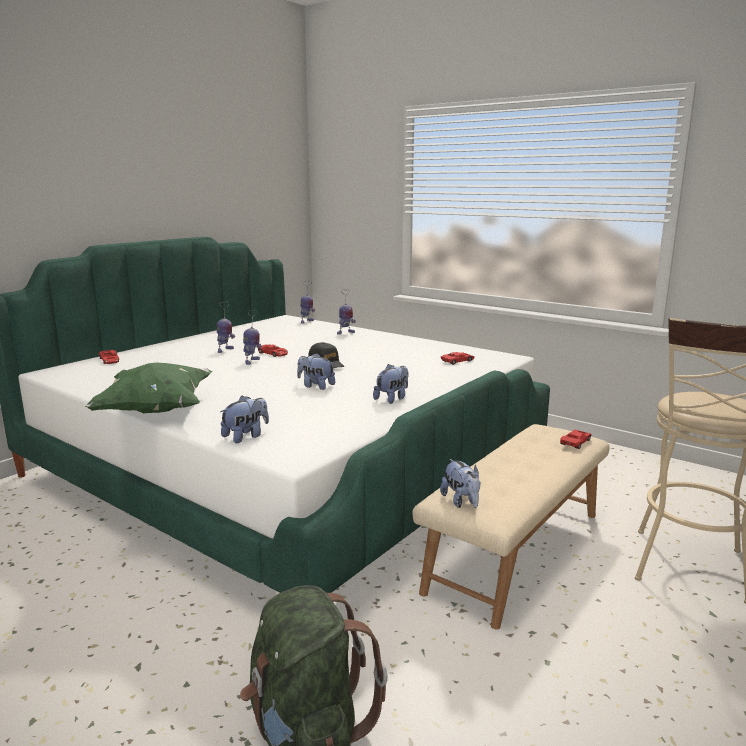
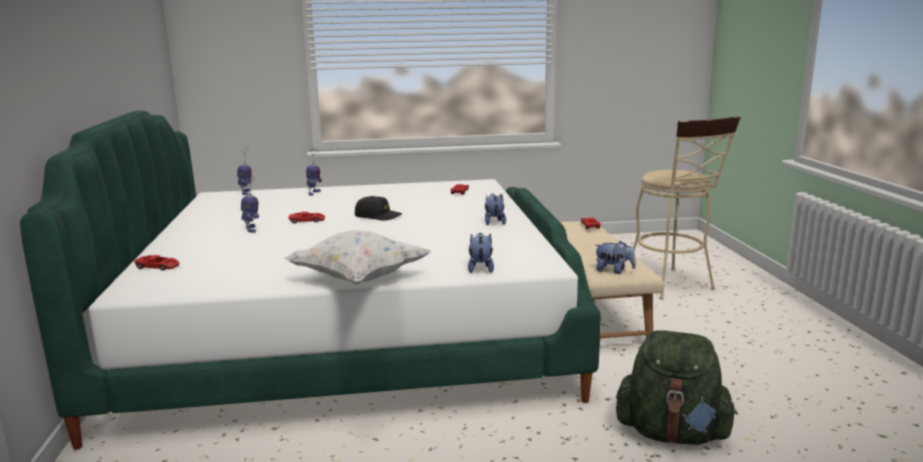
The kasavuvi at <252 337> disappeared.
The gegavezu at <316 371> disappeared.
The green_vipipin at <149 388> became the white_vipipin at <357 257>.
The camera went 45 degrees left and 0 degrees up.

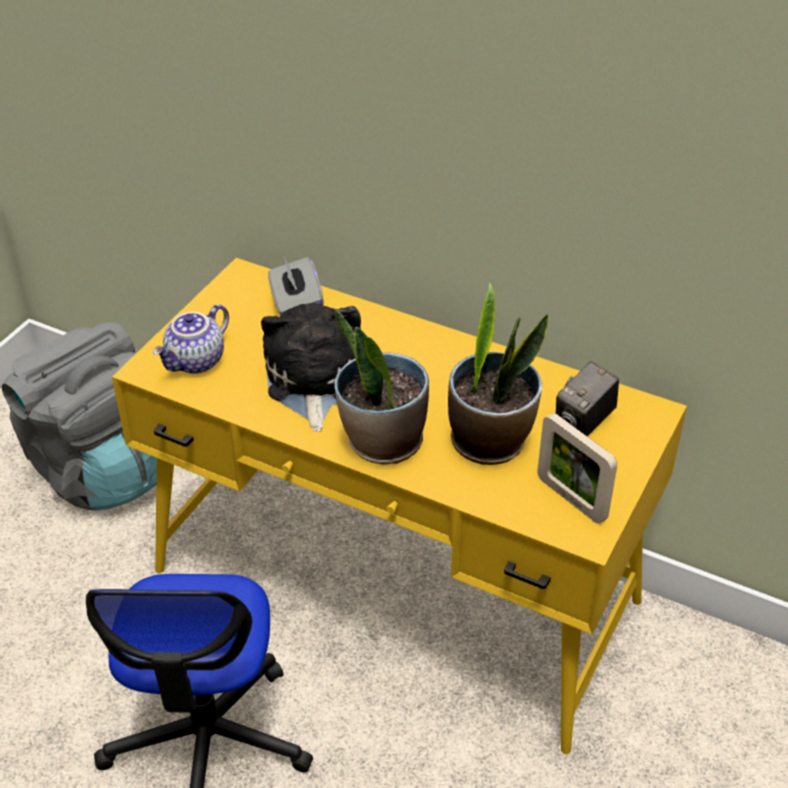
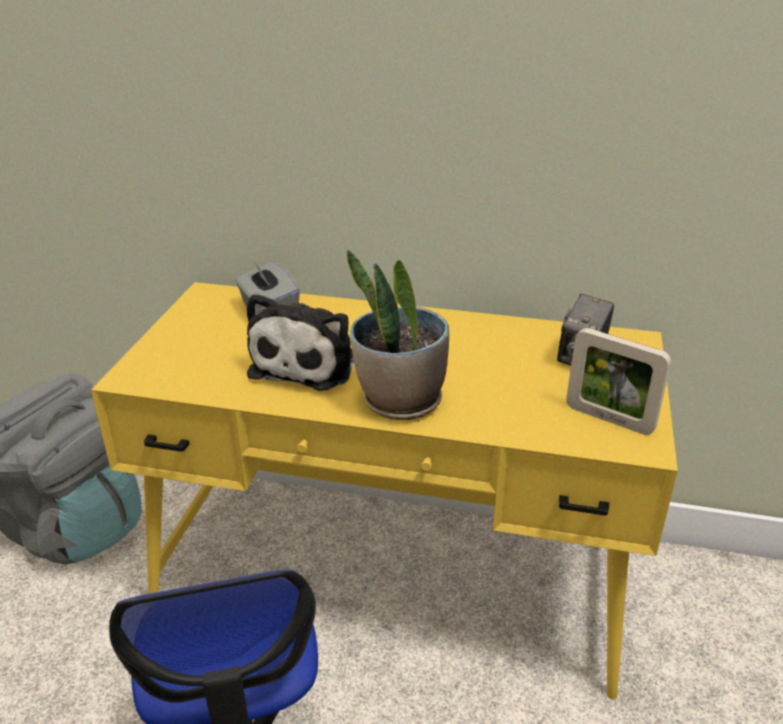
The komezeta at <191 339> disappeared.
The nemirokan at <498 373> disappeared.
The gegavezu at <311 367> turned 150 degrees counterclockwise.
The camera went 15 degrees left and 10 degrees down.

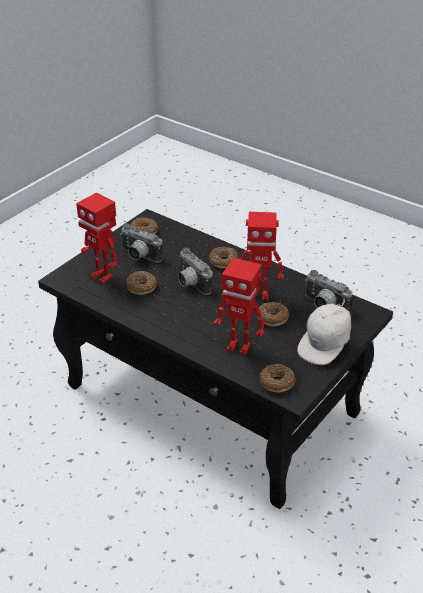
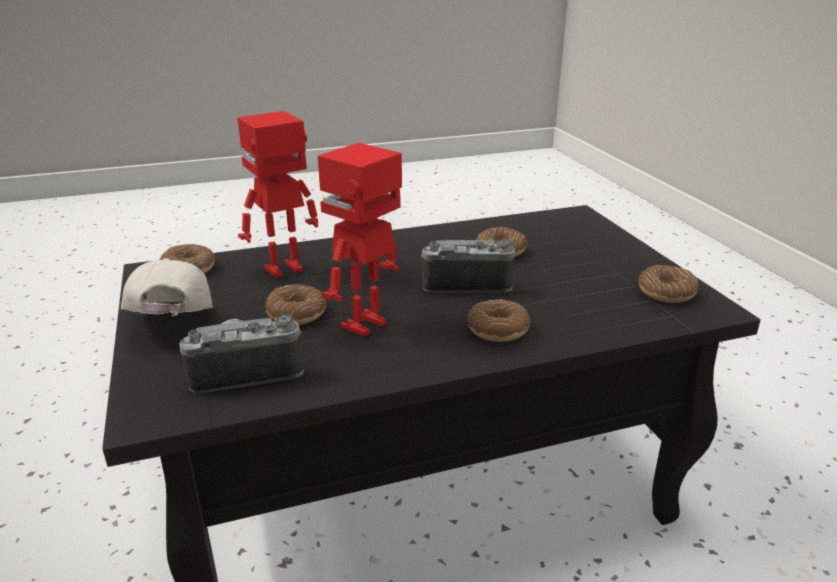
The kasavuvi at <97 238> disappeared.
The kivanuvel at <141 243> disappeared.
The camera went 125 degrees right and 10 degrees down.

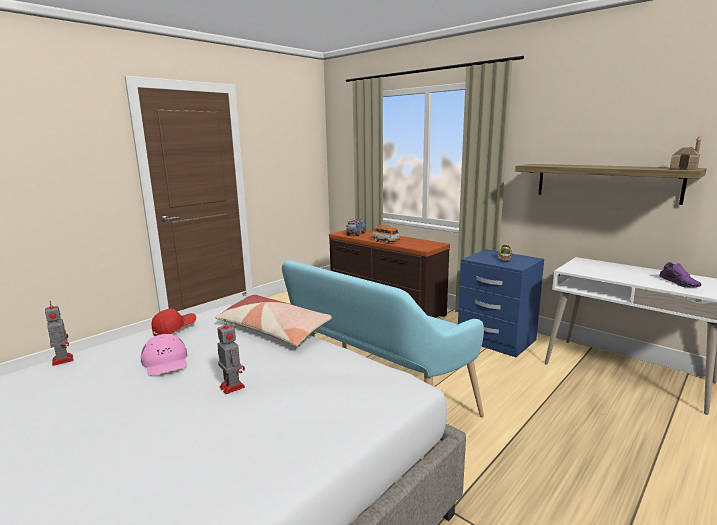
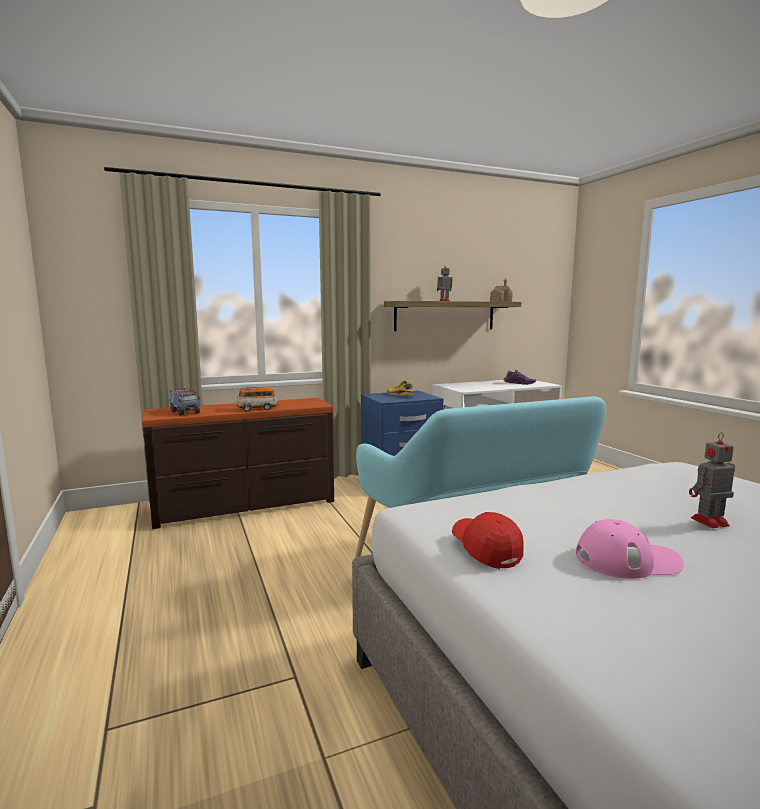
The vipipin at <273 320> disappeared.
The kasavuvi moved from <59 333> to <444 282>.
The camera went 65 degrees left and 5 degrees down.

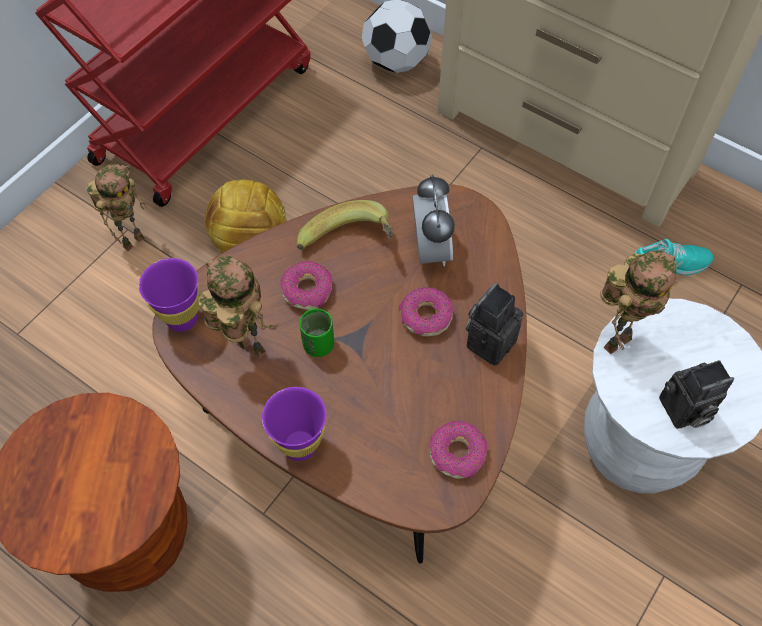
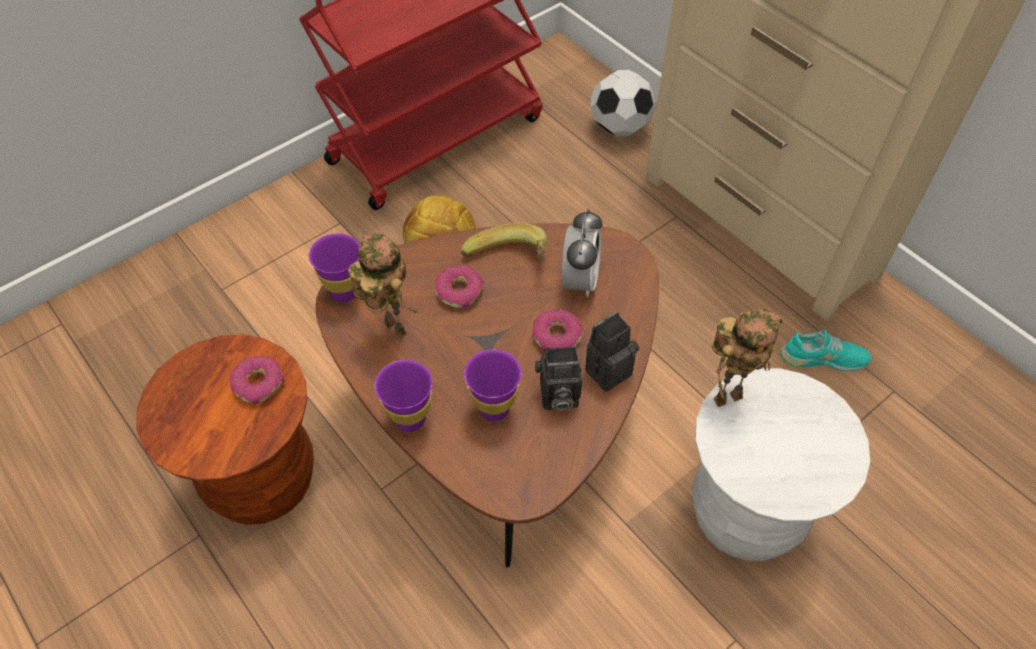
The kasavuvi at <116 207> disappeared.
The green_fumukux at <316 333> disappeared.
The purple_fumukux at <493 385> appeared.
The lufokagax moved from <459 450> to <257 380>.
The kivanuvel moved from <696 394> to <558 378>.
The camera went 15 degrees right and 5 degrees down.

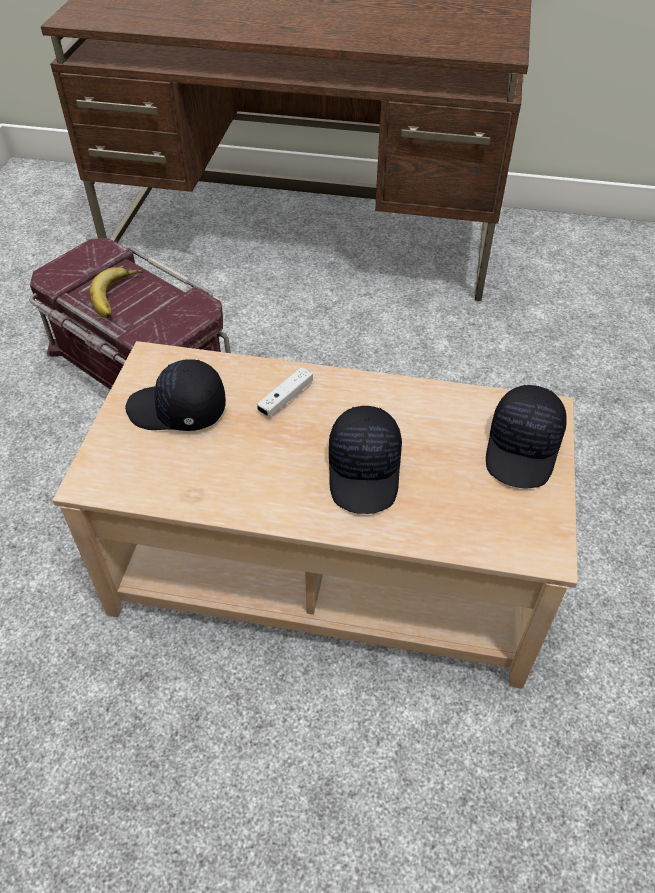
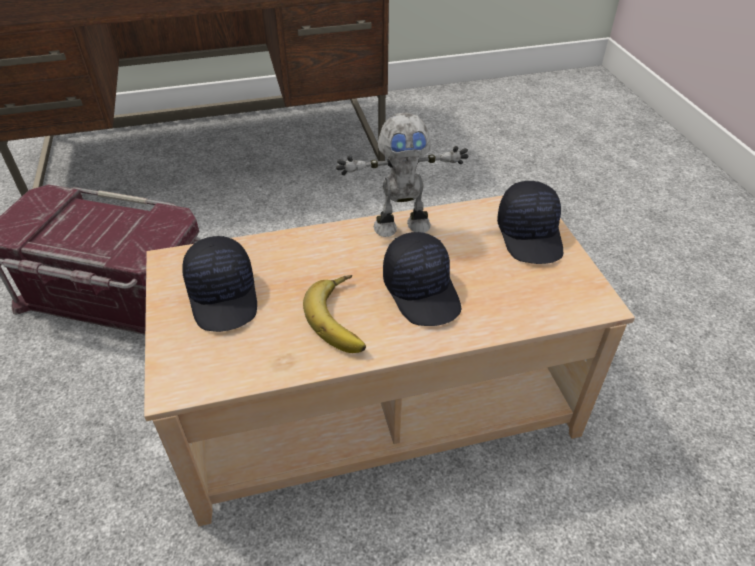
The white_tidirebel at <285 392> disappeared.
The kasavuvi at <402 175> appeared.
The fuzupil moved from <116 292> to <334 314>.
The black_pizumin at <175 395> turned 90 degrees counterclockwise.
The camera went 25 degrees left and 5 degrees down.

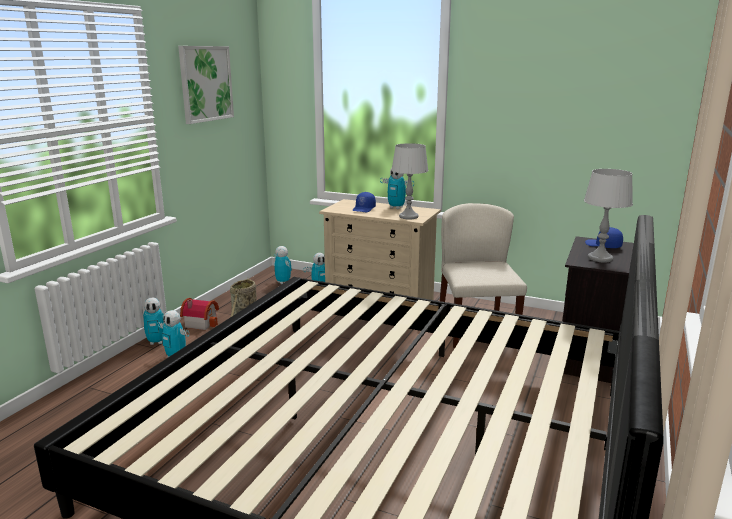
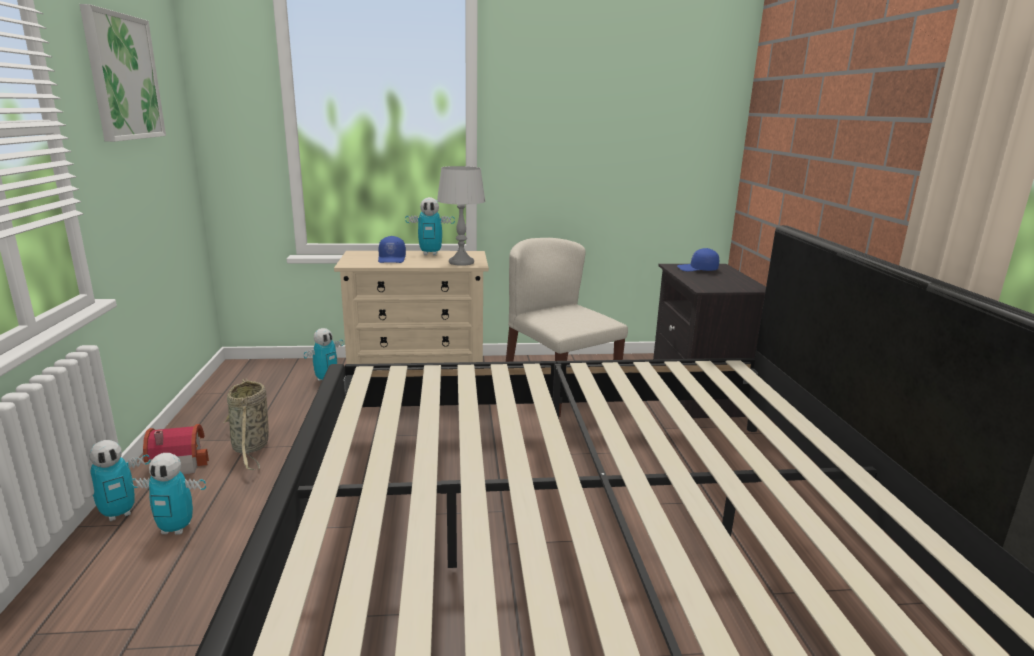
The kasavuvi at <283 265> disappeared.
The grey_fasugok at <608 215> disappeared.
The camera went 30 degrees left and 0 degrees up.

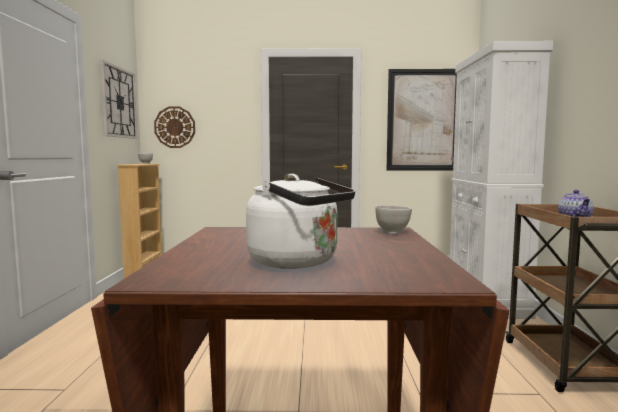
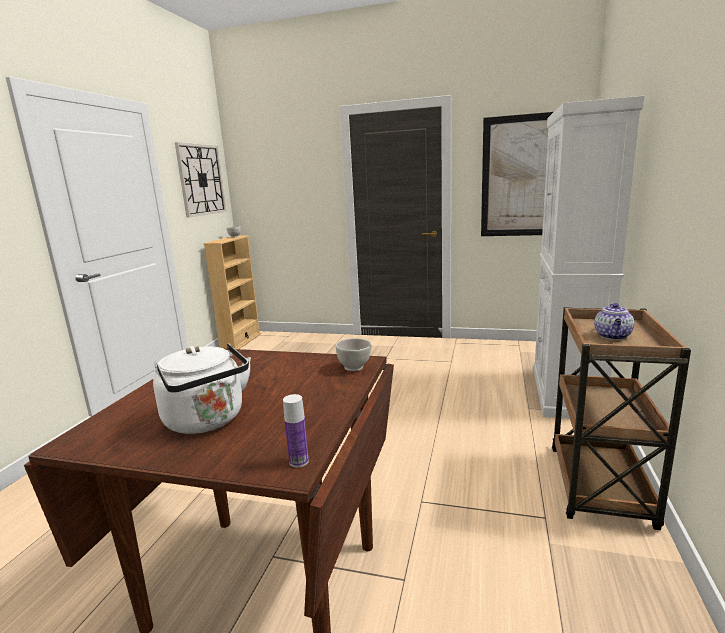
The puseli at <174 127> disappeared.
The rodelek at <296 431> appeared.
The camera went 15 degrees right and 10 degrees up.

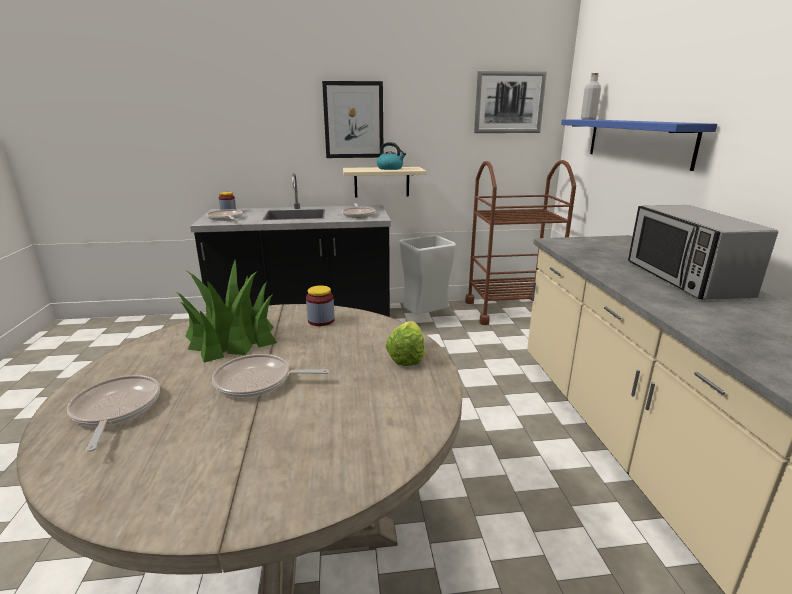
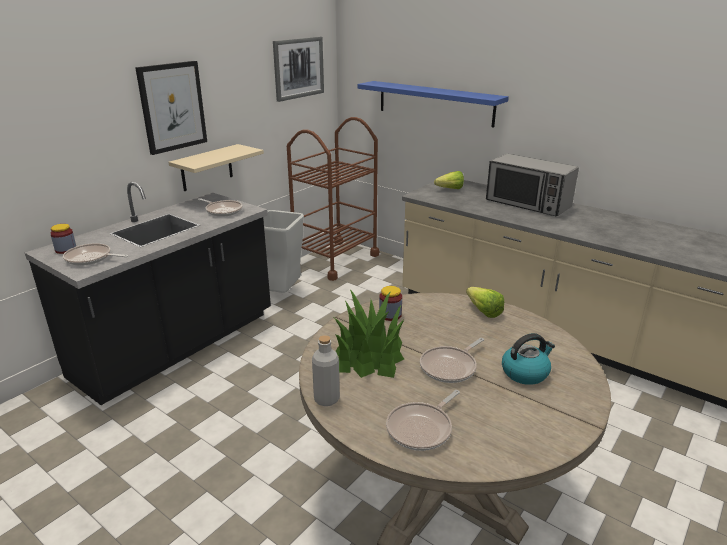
The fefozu at <449 180> appeared.
The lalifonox moved from <391 156> to <528 359>.
The grey_rodelek moved from <591 96> to <326 370>.
The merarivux at <113 413> turned 75 degrees counterclockwise.
The camera went 45 degrees left and 5 degrees up.

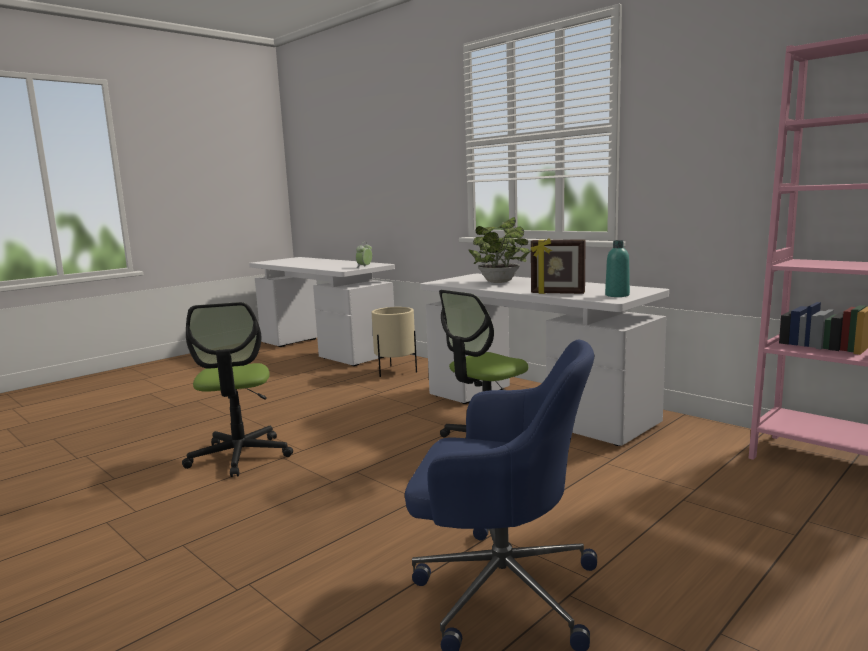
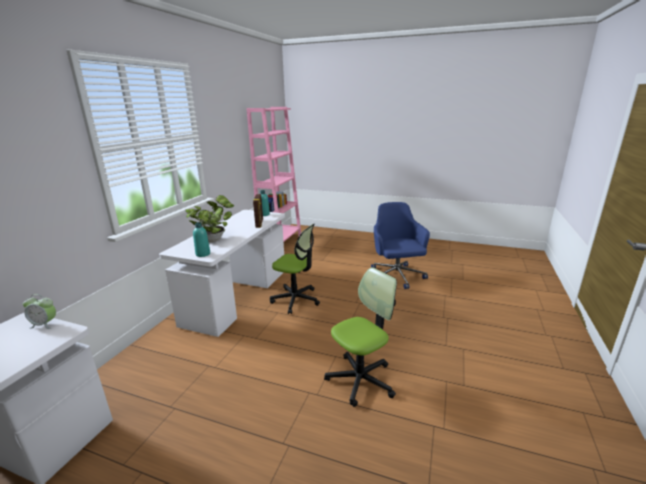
The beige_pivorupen at <394 342> disappeared.
The turquoise_rodelek at <201 239> appeared.
The camera went 115 degrees left and 10 degrees up.

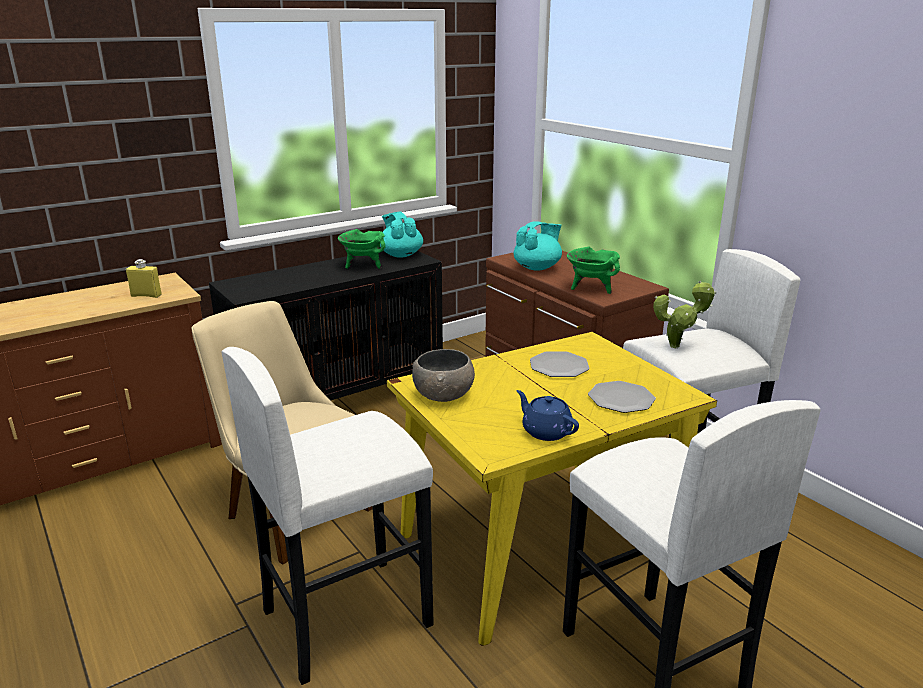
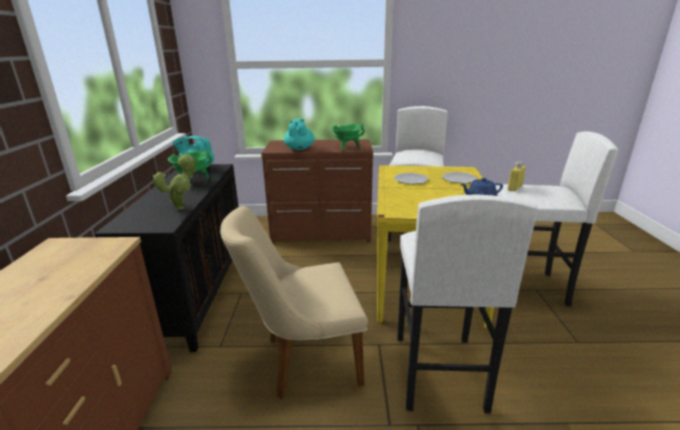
The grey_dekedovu at <443 375> disappeared.
The yellow_rodelek moved from <144 278> to <517 177>.
The nemirokan moved from <684 314> to <174 182>.
The camera went 55 degrees left and 0 degrees up.

